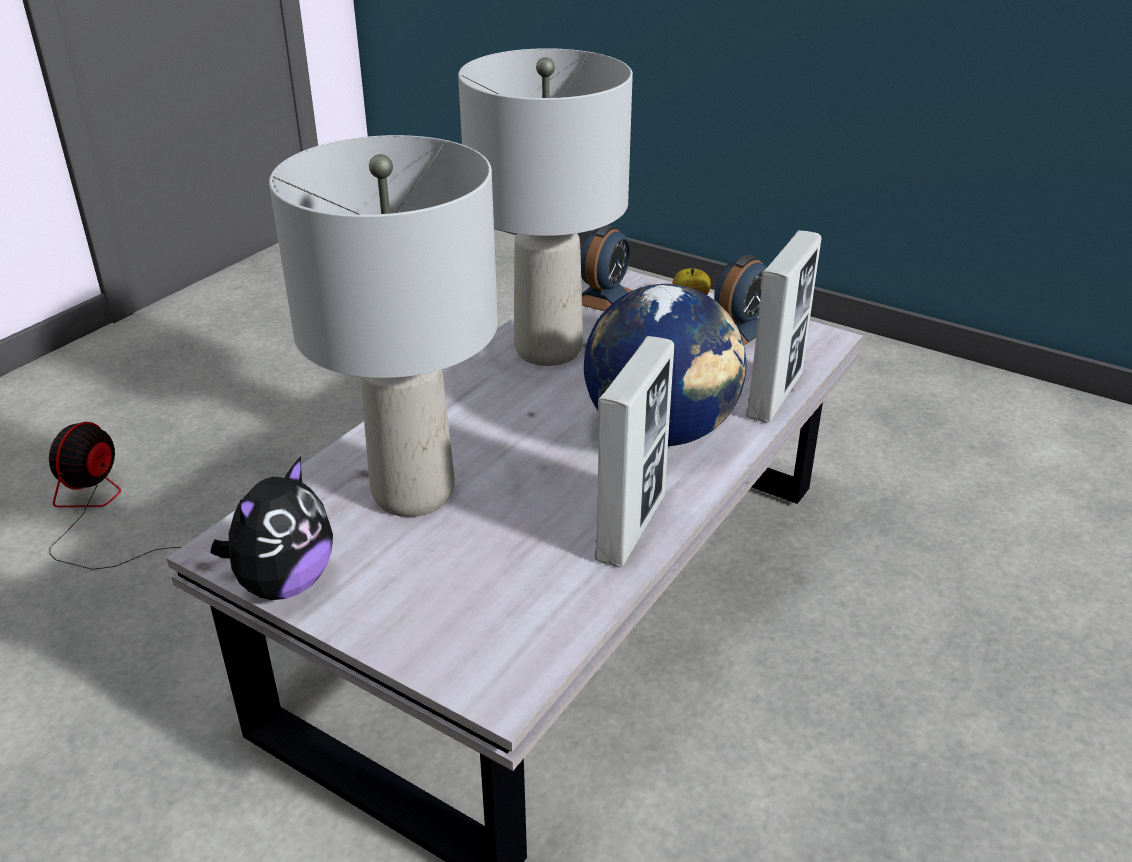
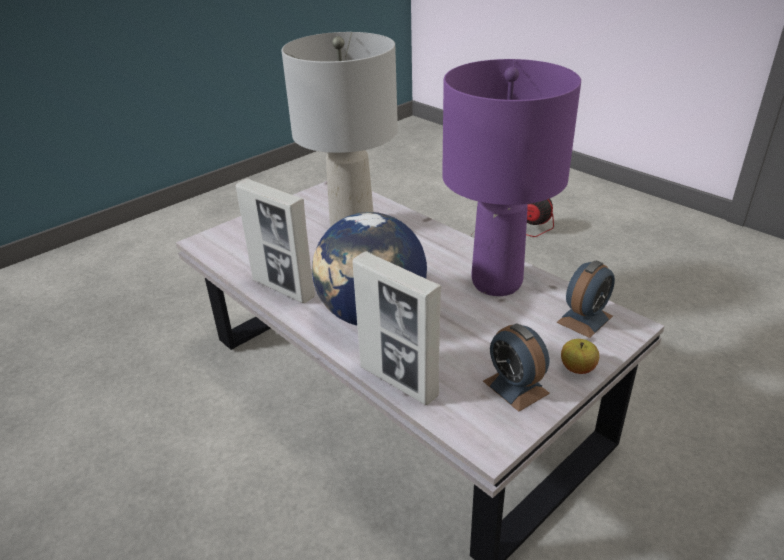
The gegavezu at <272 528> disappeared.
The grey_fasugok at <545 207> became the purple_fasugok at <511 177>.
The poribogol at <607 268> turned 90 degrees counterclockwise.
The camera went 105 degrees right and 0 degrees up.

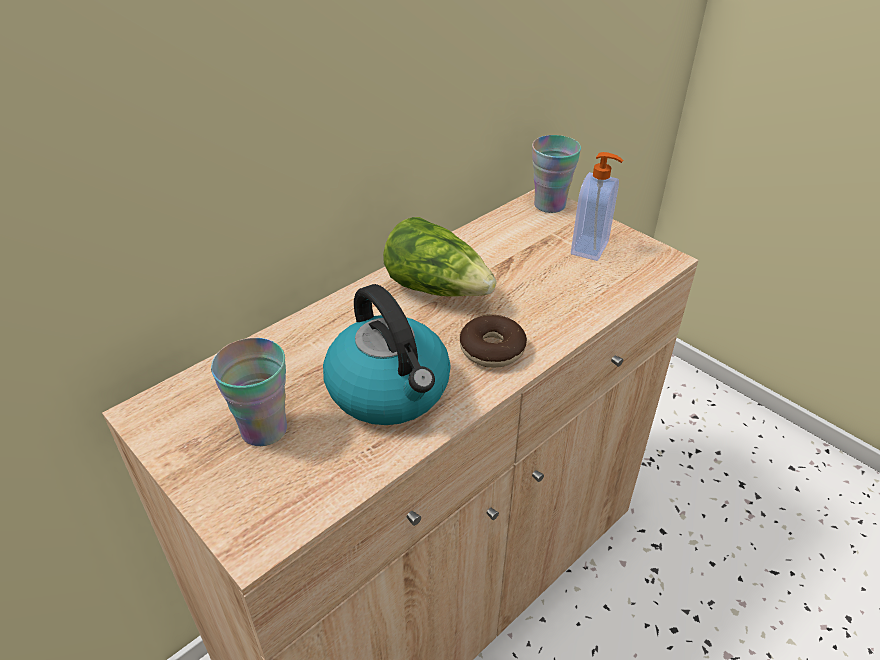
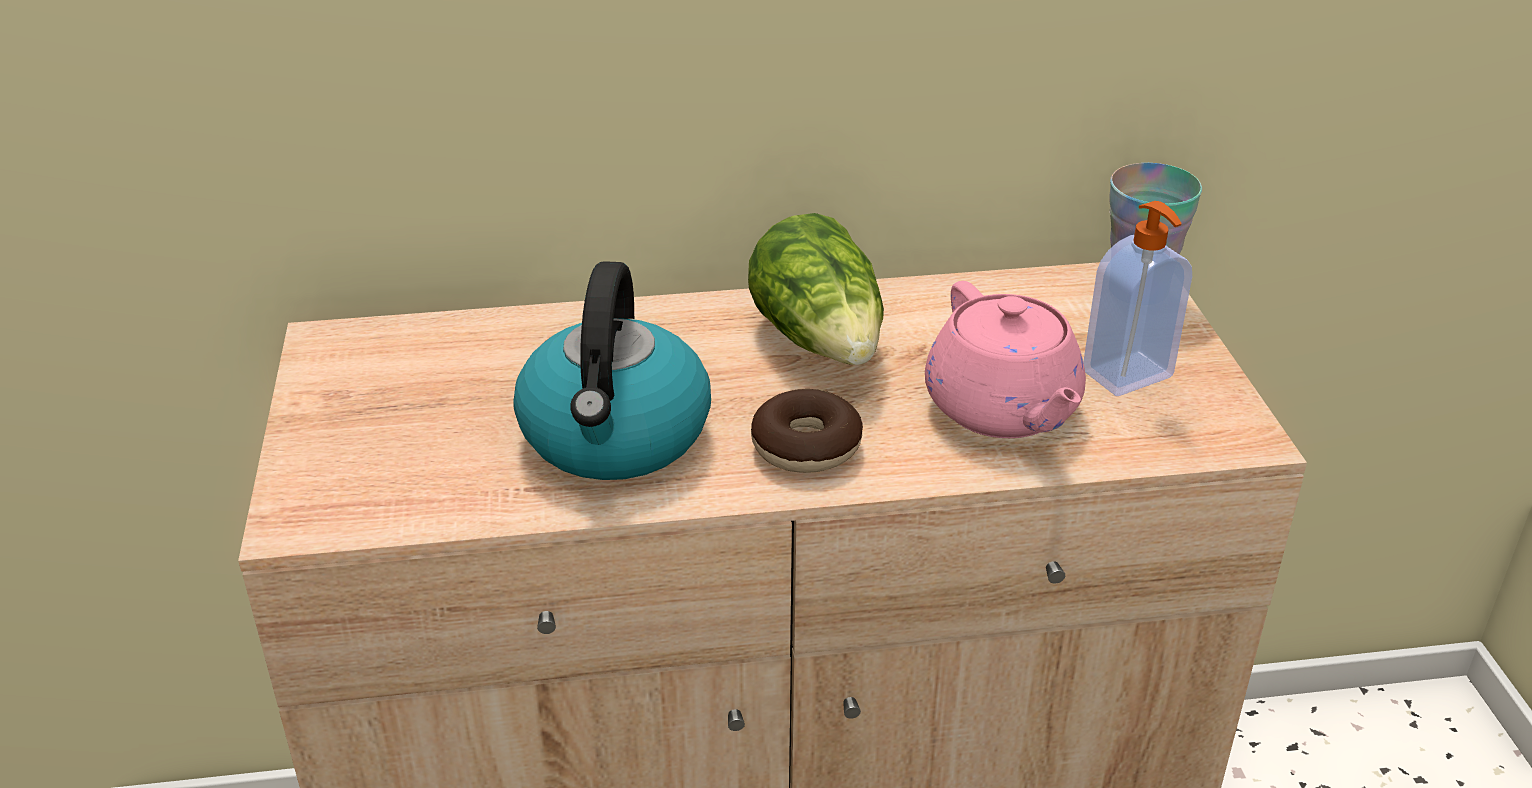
The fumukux at <249 392> disappeared.
The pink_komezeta at <1005 359> appeared.
The camera went 35 degrees right and 5 degrees down.

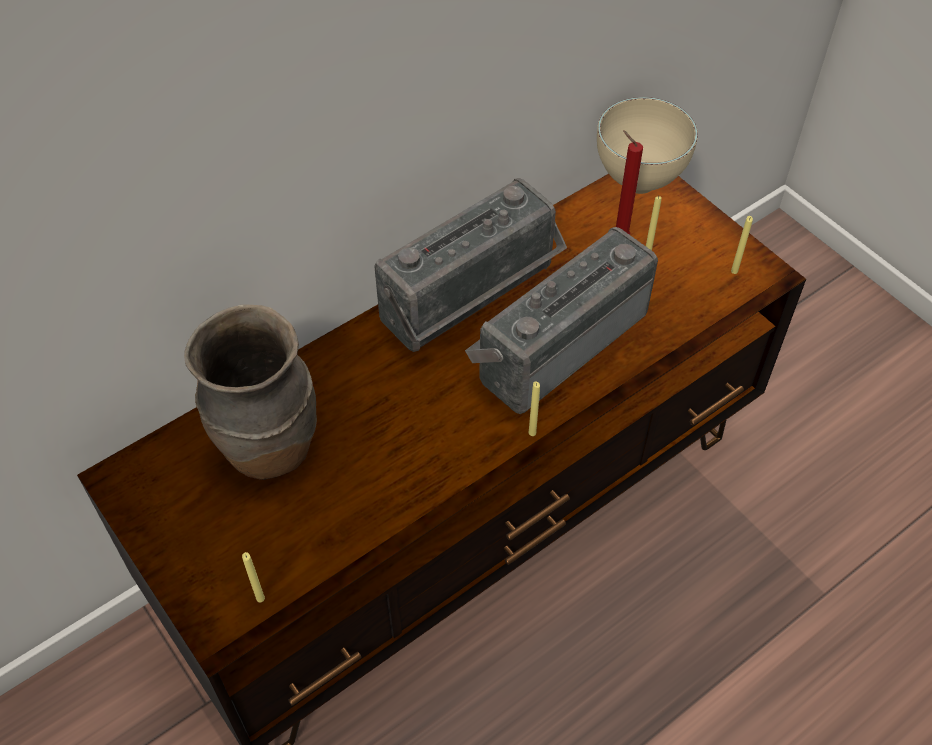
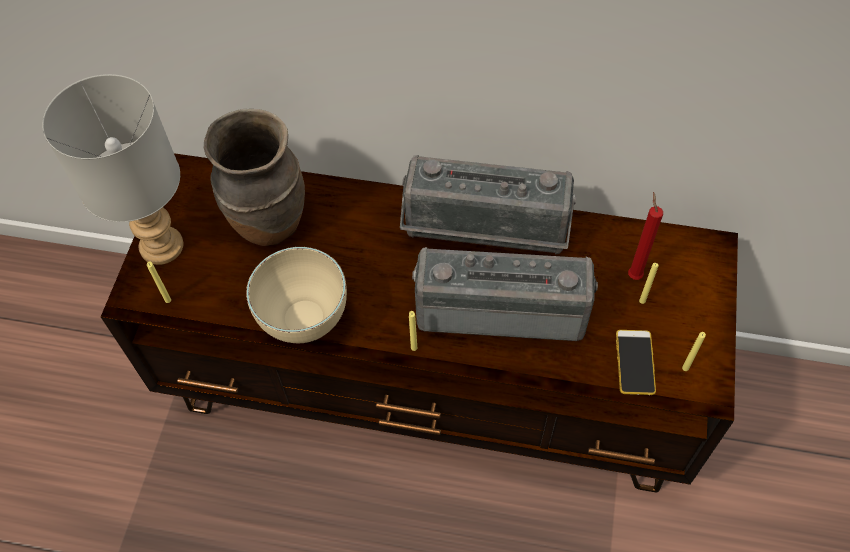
The grey_fasugok at <112 169> appeared.
The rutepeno at <636 362> appeared.
The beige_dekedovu moved from <647 145> to <296 295>.
The camera went 50 degrees right and 5 degrees up.

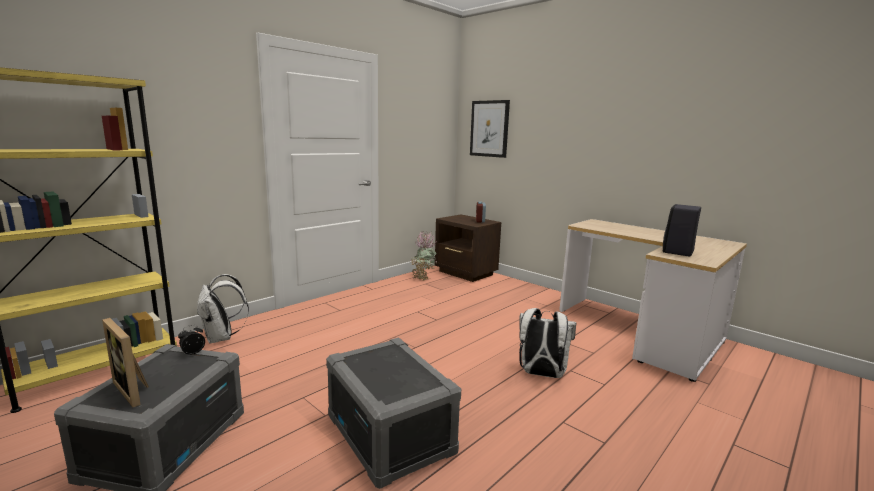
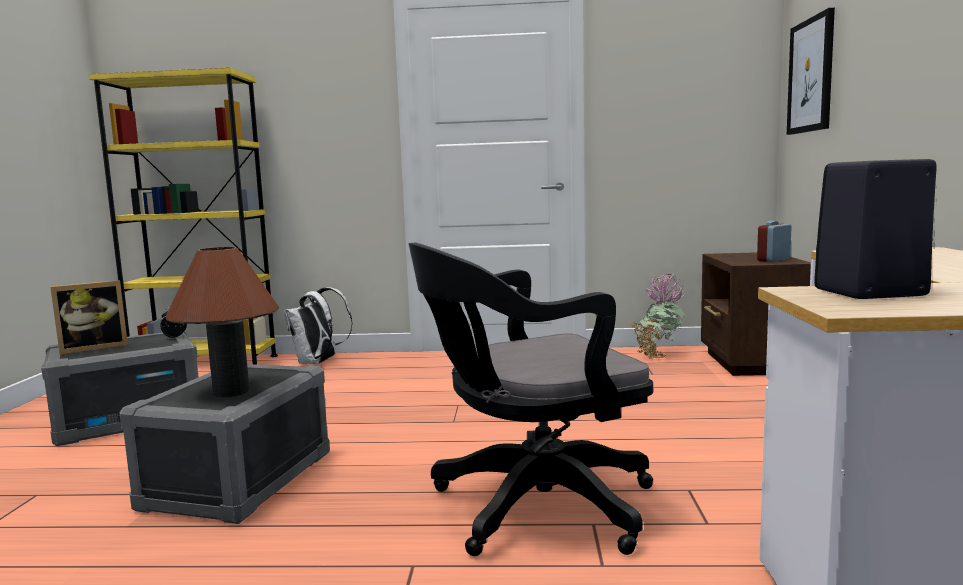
The brown_fasugok at <222 322> appeared.
The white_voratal at <547 343> was replaced by the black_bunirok at <531 399>.
The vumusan at <125 362> turned 120 degrees counterclockwise.
The camera went 50 degrees right and 5 degrees down.

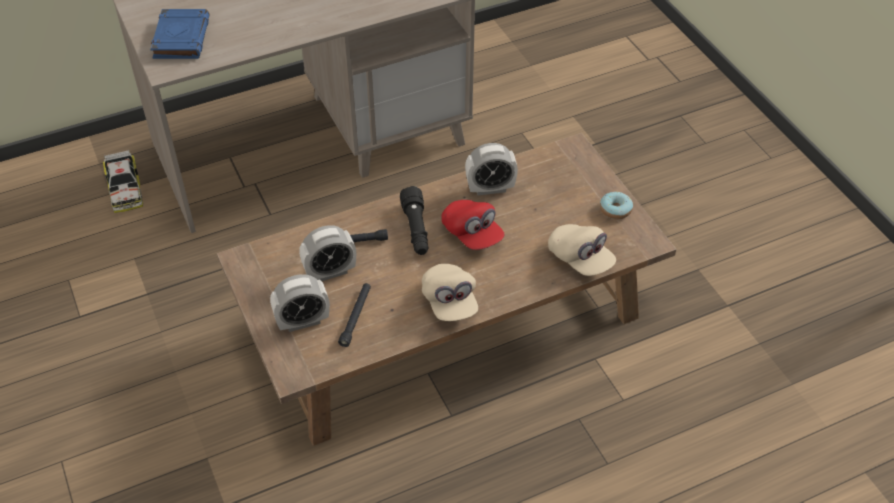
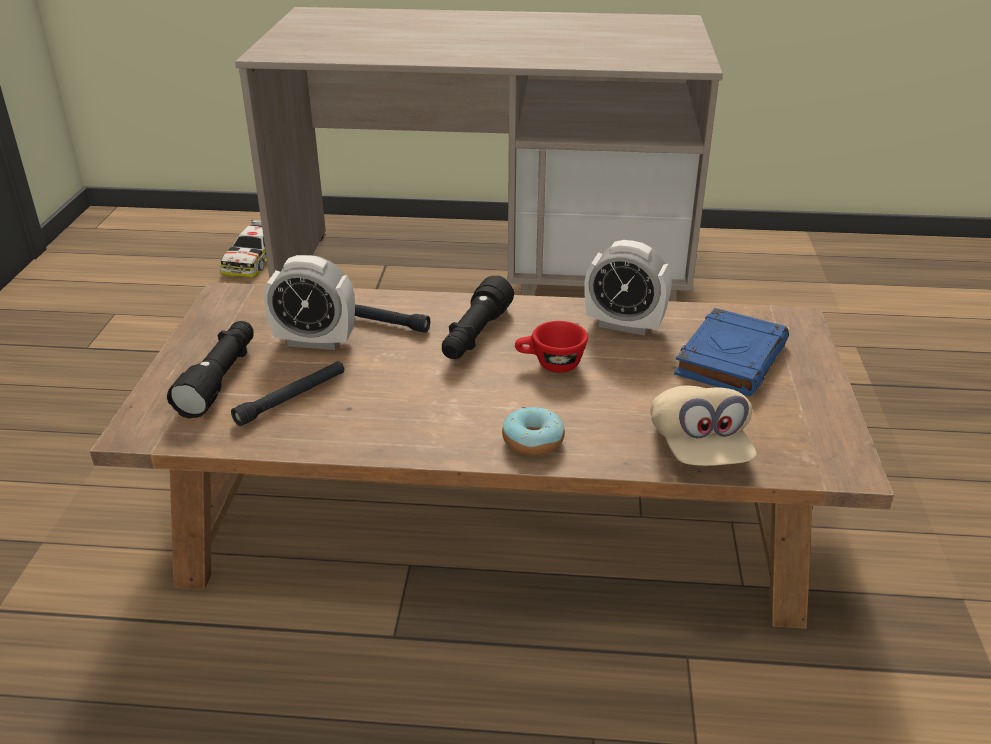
The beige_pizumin at <450 292> disappeared.
The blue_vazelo moved from <179 34> to <731 352>.
The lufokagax moved from <616 205> to <533 431>.
The poribogol at <300 303> was replaced by the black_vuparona at <210 369>.
The red_pizumin at <472 225> was replaced by the red_fumukux at <551 347>.
The camera went 30 degrees right and 15 degrees down.

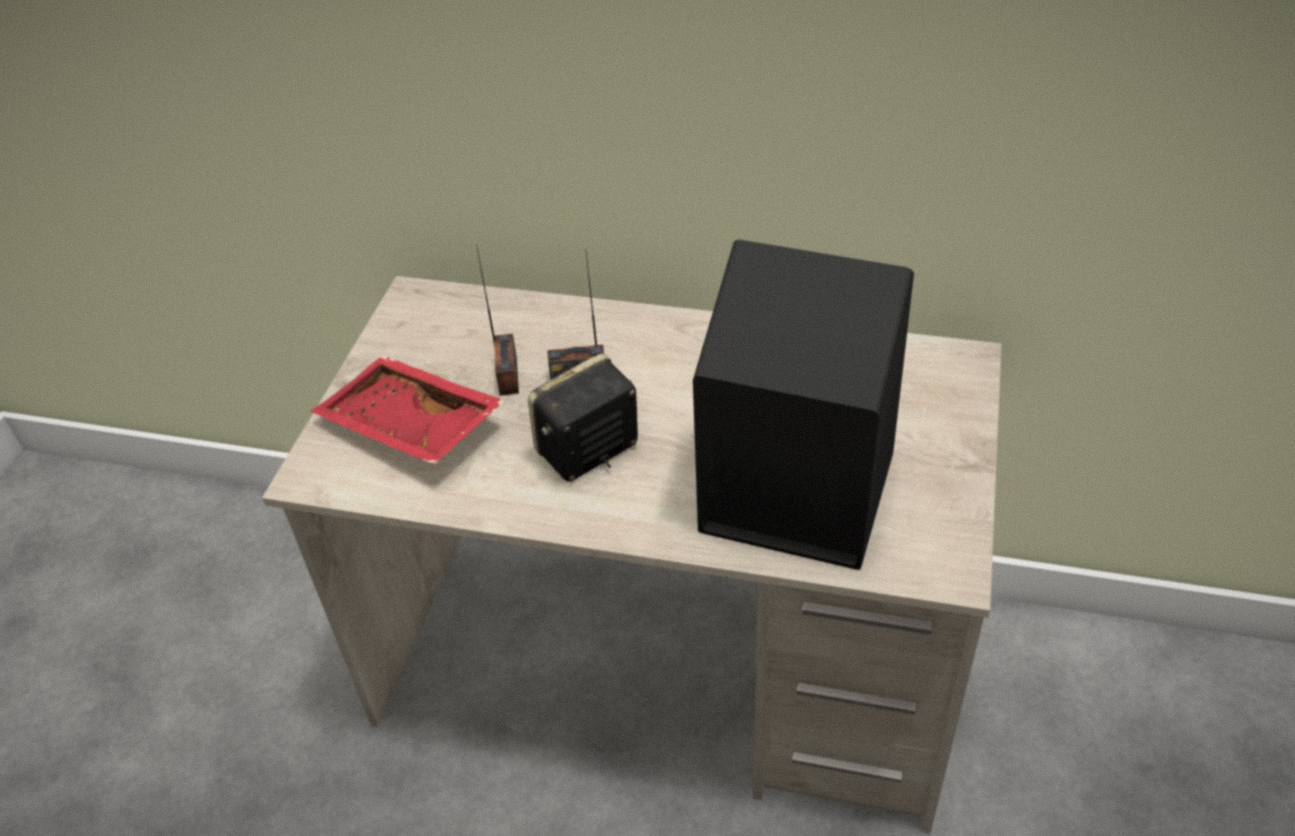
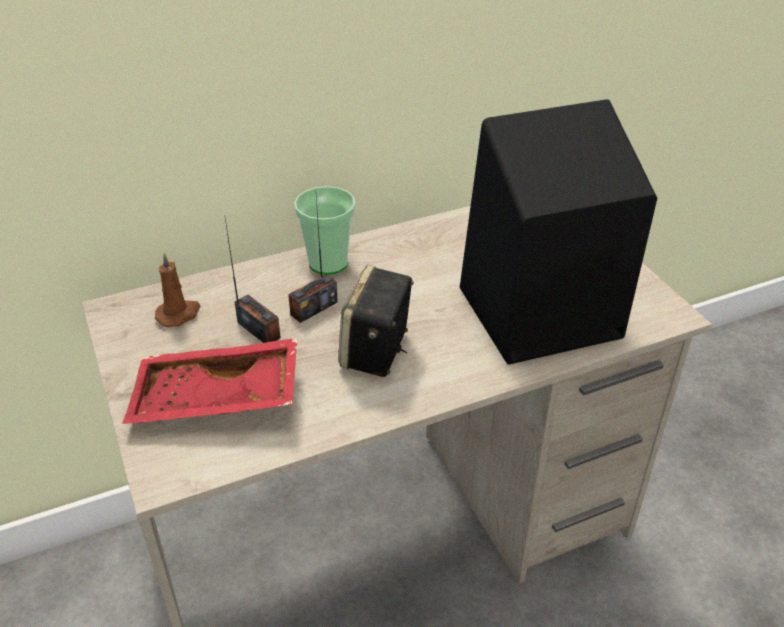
The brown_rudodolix at <178 290> appeared.
The fumukux at <325 230> appeared.
The camera went 40 degrees left and 5 degrees down.

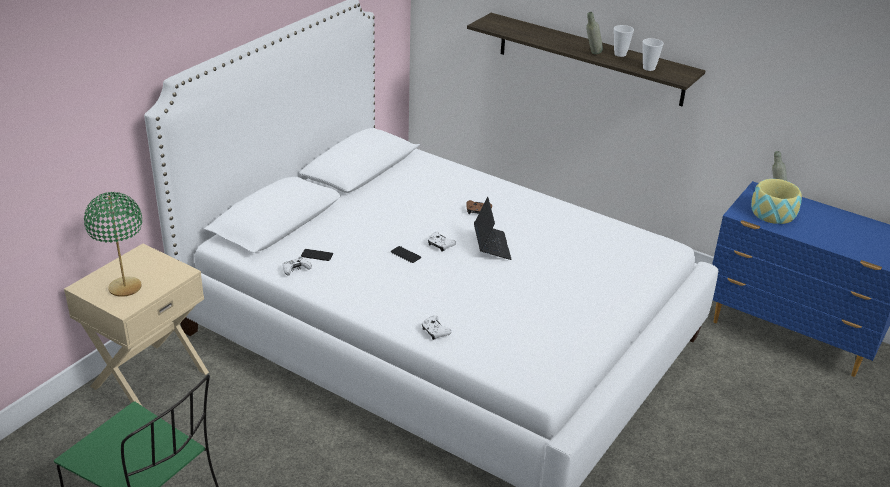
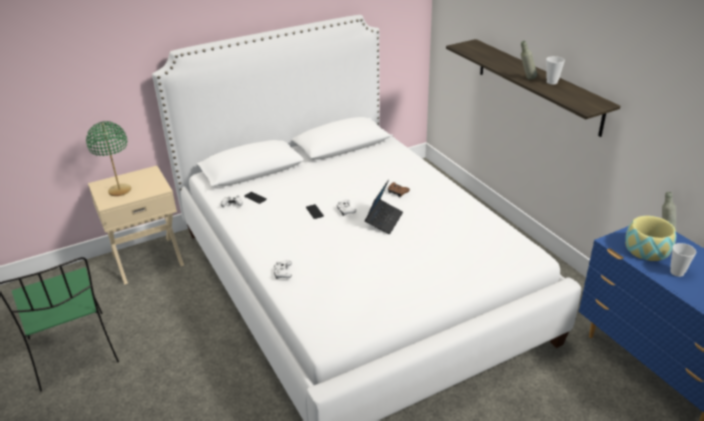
The fumukux moved from <653 54> to <683 260>.
The camera went 30 degrees right and 0 degrees up.

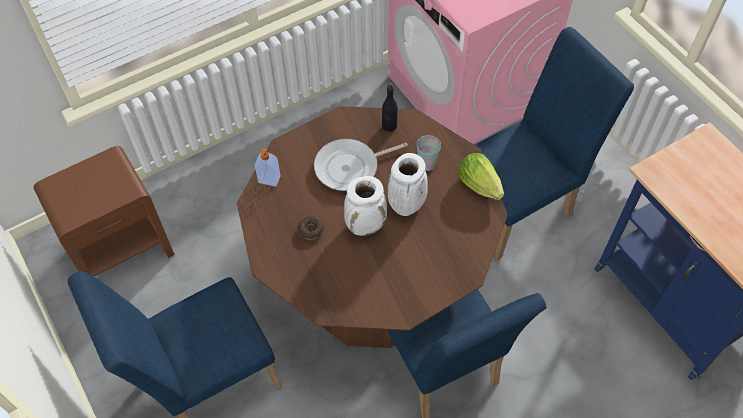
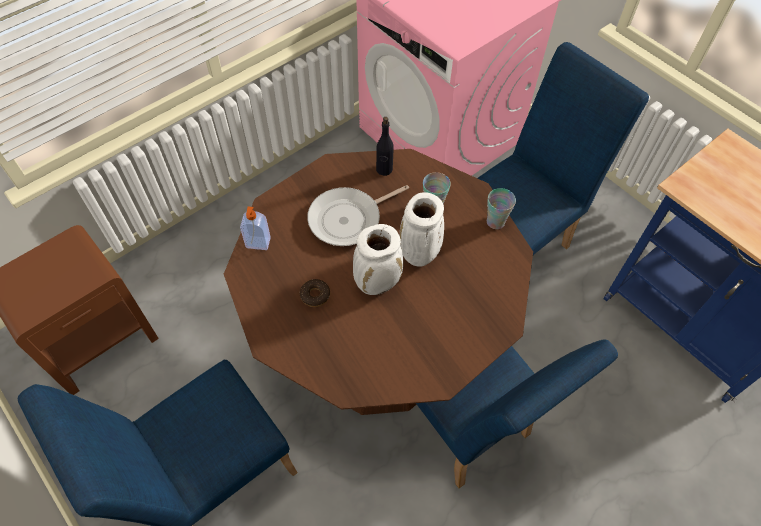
The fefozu at <481 176> was replaced by the fumukux at <501 208>.
The camera went 10 degrees left and 0 degrees up.

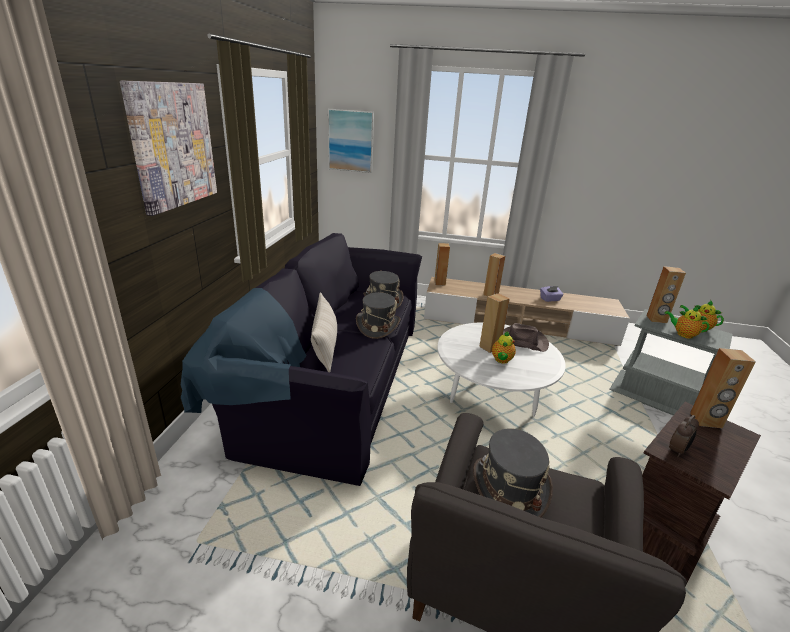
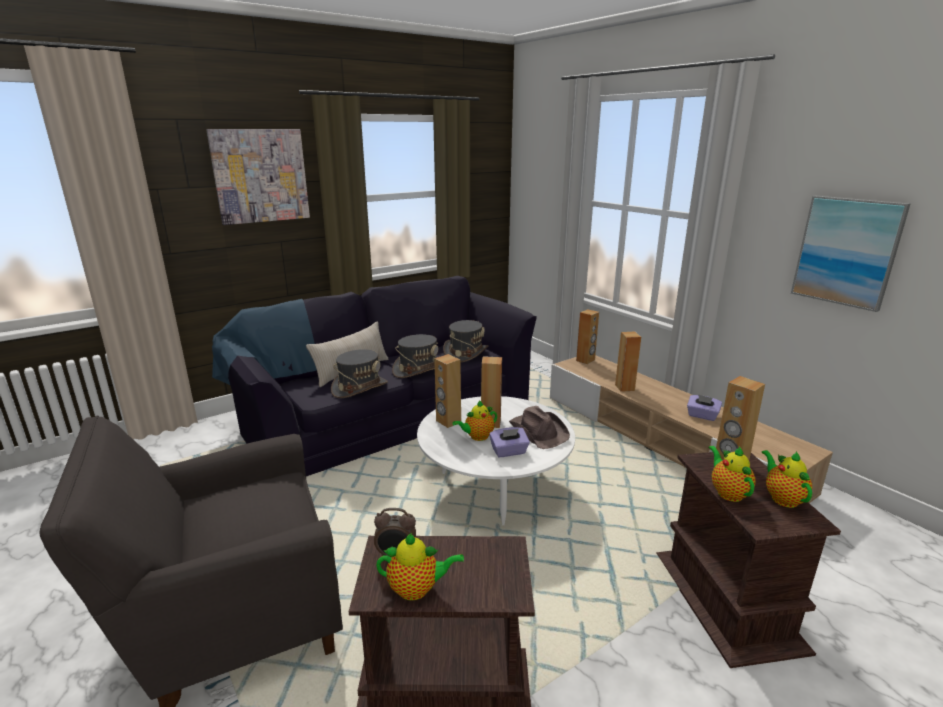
The komezeta at <420 567> appeared.
The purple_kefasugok at <509 442> appeared.
The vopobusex moved from <351 141> to <851 254>.
The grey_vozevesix moved from <513 473> to <359 373>.
The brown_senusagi moved from <723 388> to <447 391>.
The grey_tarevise at <671 362> became the brown_tarevise at <748 560>.
The camera went 45 degrees right and 5 degrees down.

